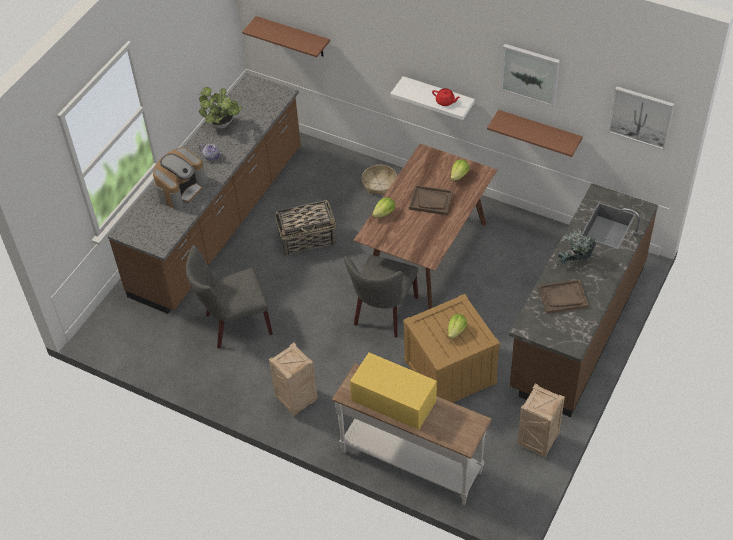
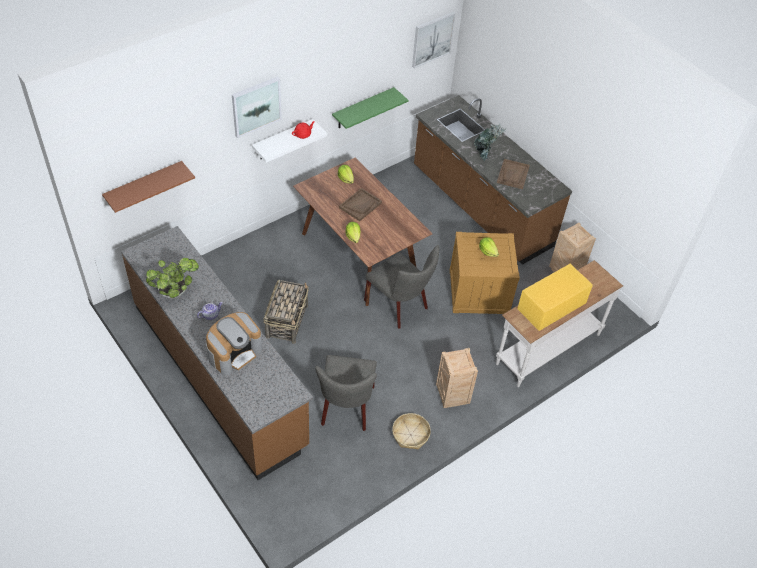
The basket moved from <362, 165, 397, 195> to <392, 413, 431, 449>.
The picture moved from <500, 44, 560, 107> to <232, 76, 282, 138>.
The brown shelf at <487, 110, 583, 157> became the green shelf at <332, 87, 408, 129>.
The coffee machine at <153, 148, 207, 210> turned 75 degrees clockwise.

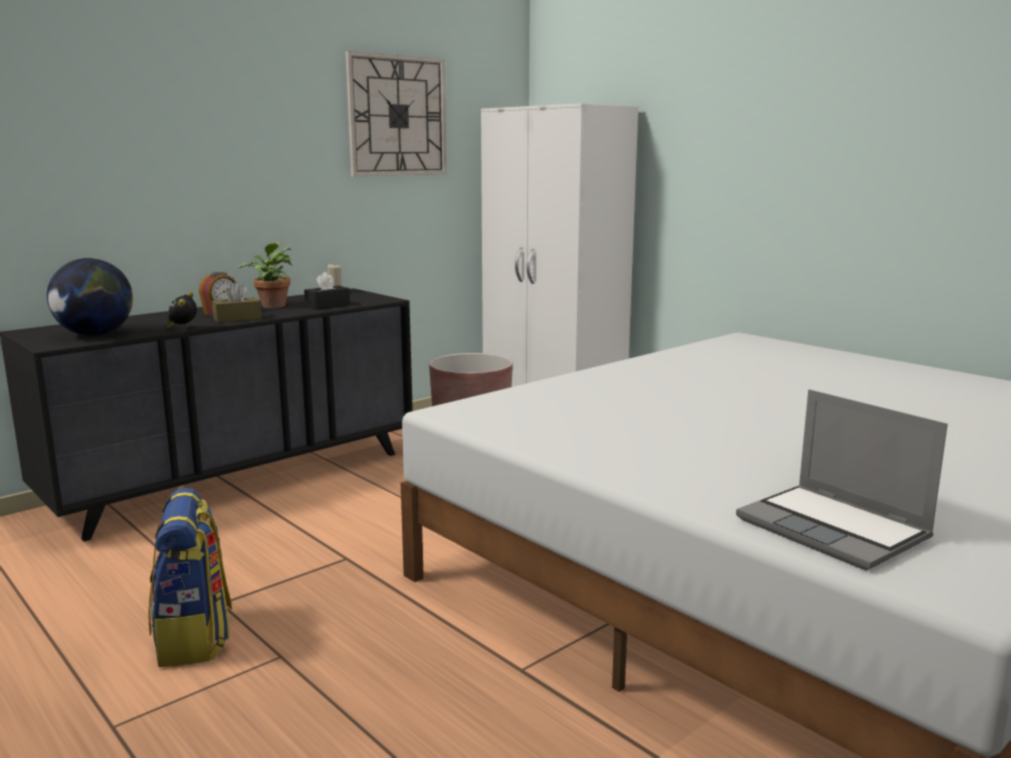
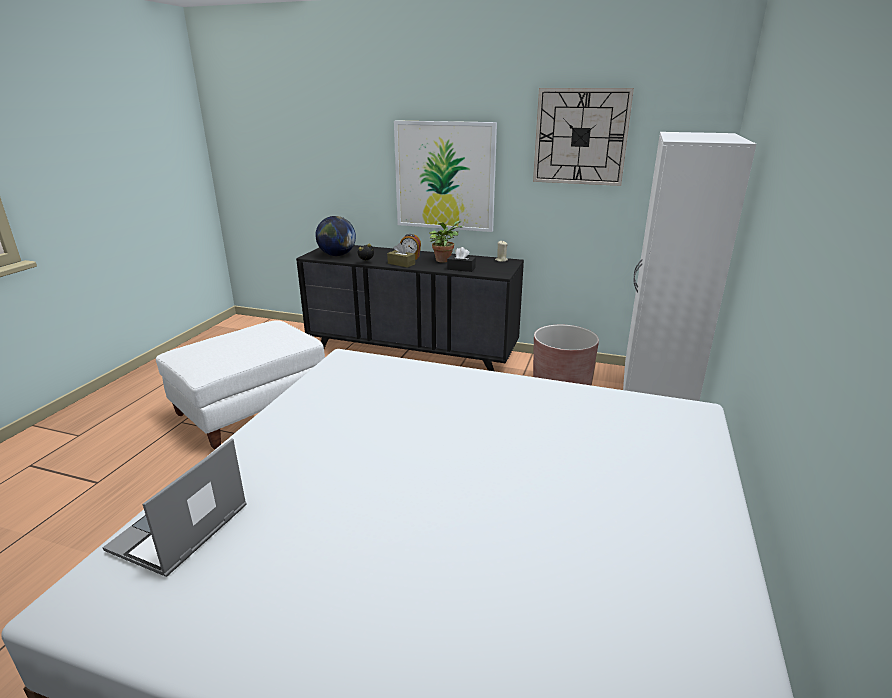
The picture at <394, 120, 497, 232> appeared.
The backpack at <148, 488, 232, 667> was replaced by the white ottoman at <156, 320, 325, 450>.

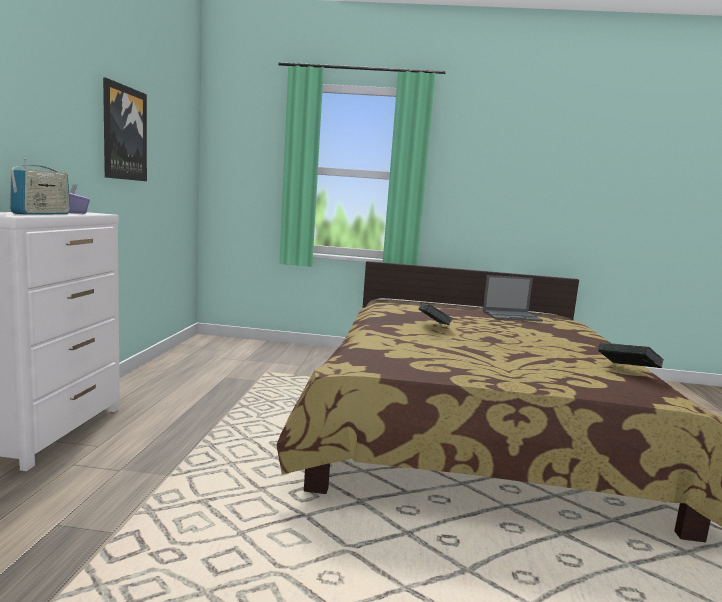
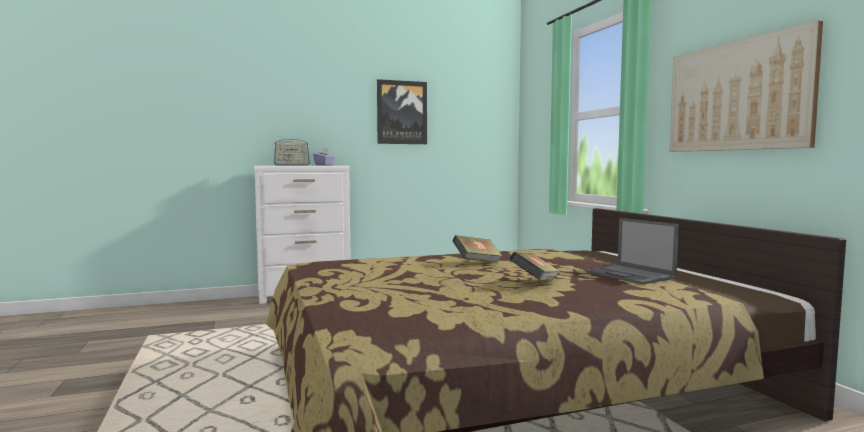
The picture at <670, 20, 823, 152> appeared.
The book moved from <598, 342, 664, 368> to <510, 252, 560, 280>.

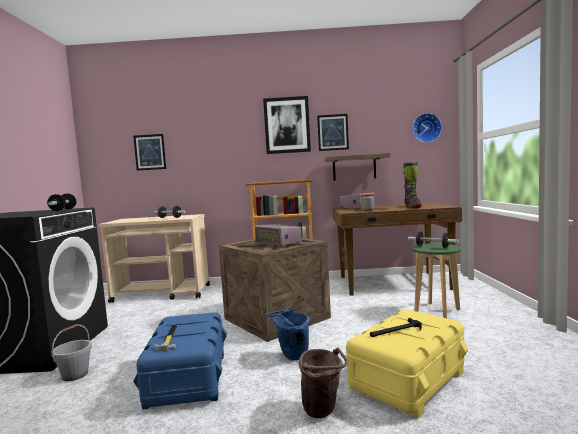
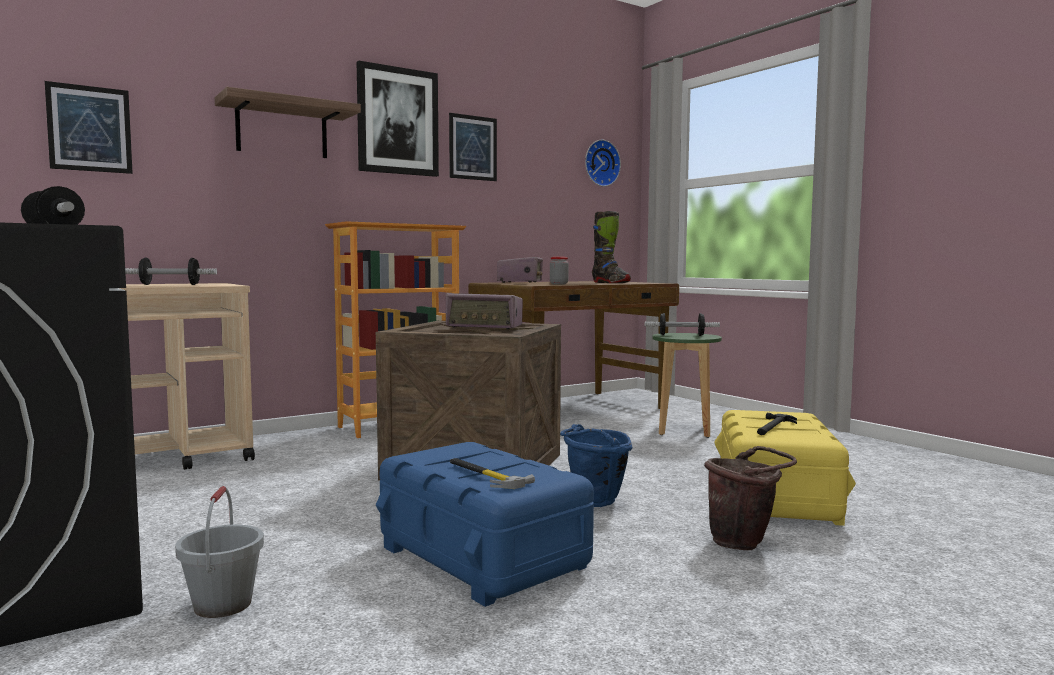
The shelf moved from <324, 153, 390, 181> to <215, 87, 361, 158>.

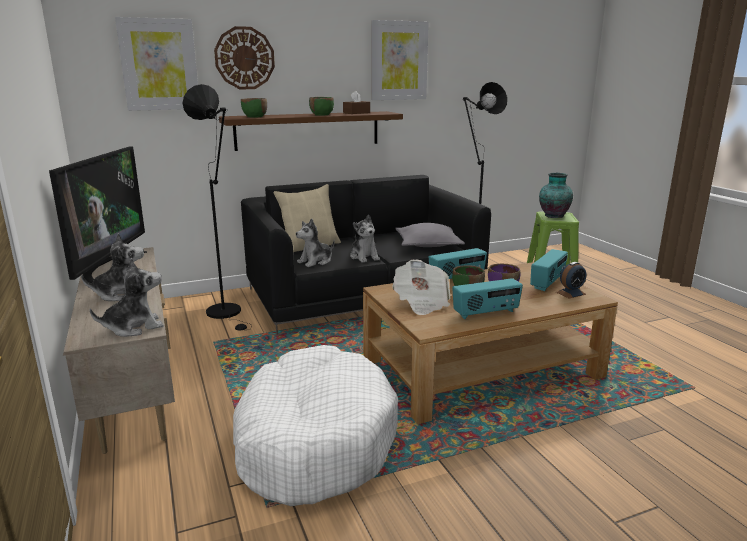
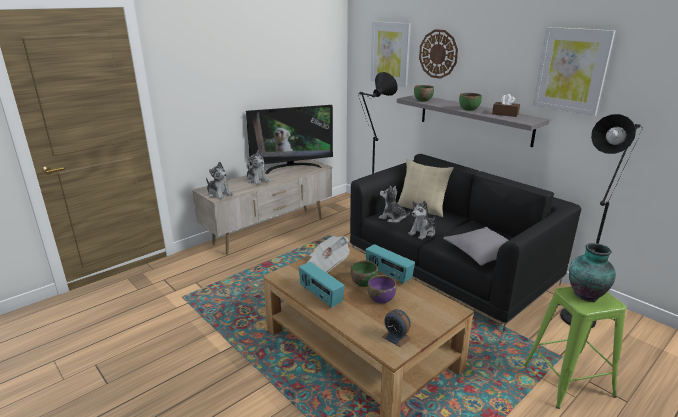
The white dog bed at <233, 345, 398, 506> disappeared.
The radio at <530, 249, 568, 291> disappeared.
The brown shelf at <219, 111, 403, 151> became the grey shelf at <397, 95, 550, 147>.

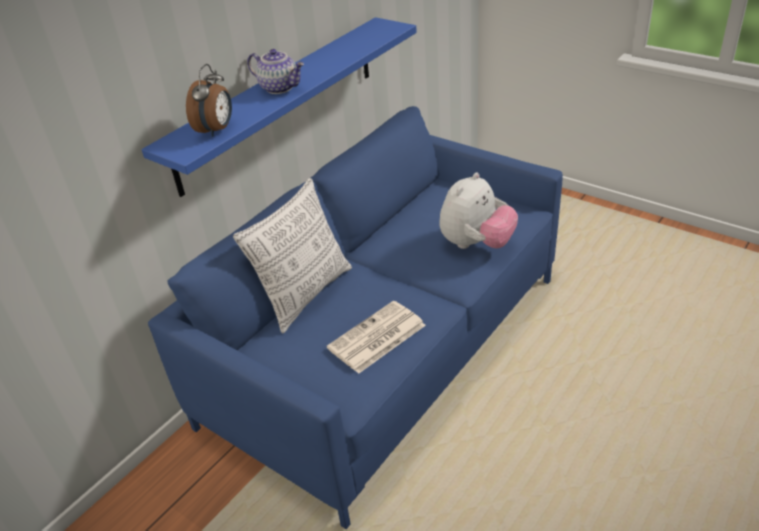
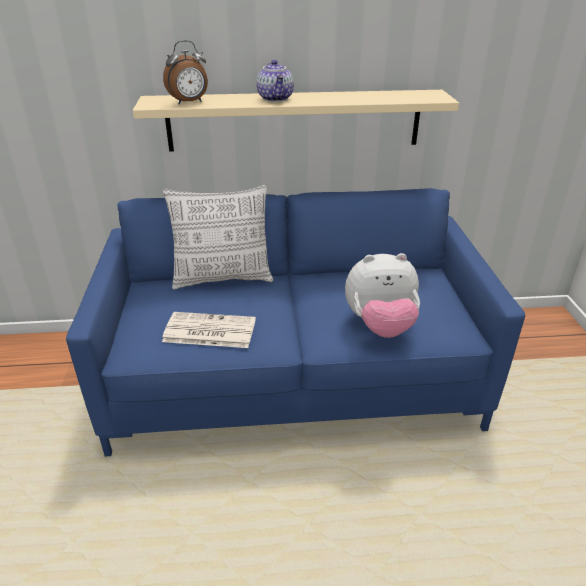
The blue shelf at <142, 17, 417, 197> became the beige shelf at <133, 90, 459, 152>.

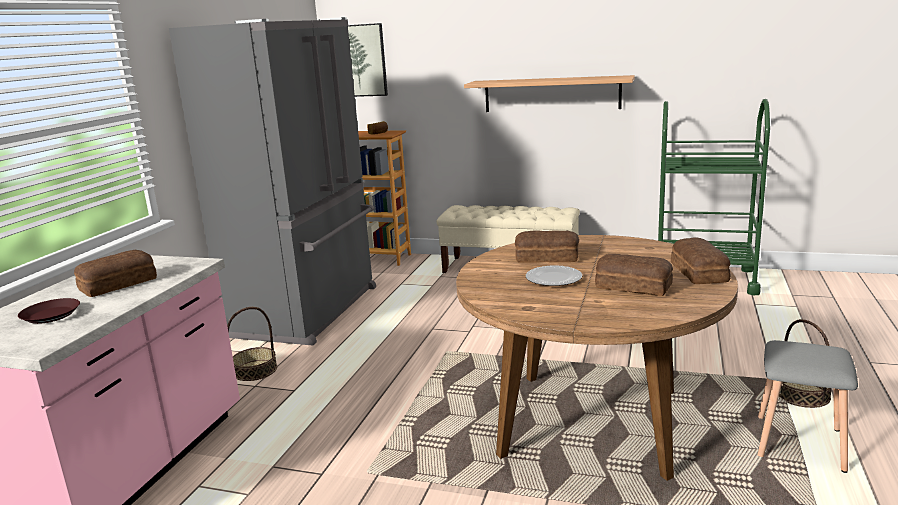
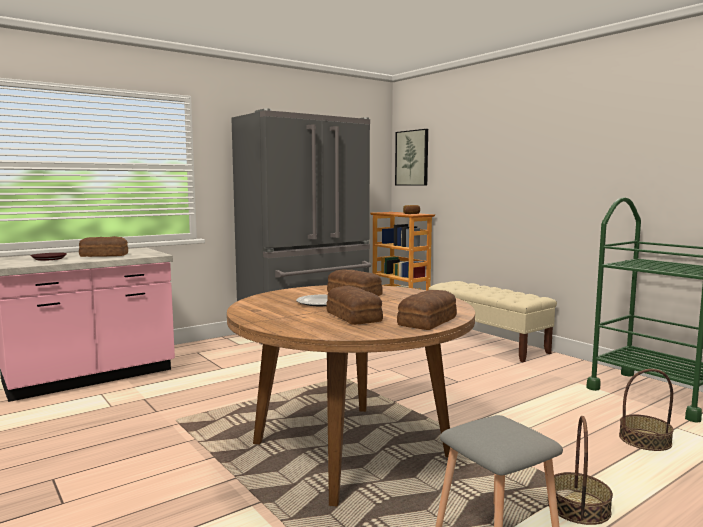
The shelf at <464, 75, 635, 112> disappeared.
The basket moved from <227, 307, 277, 381> to <619, 369, 674, 451>.

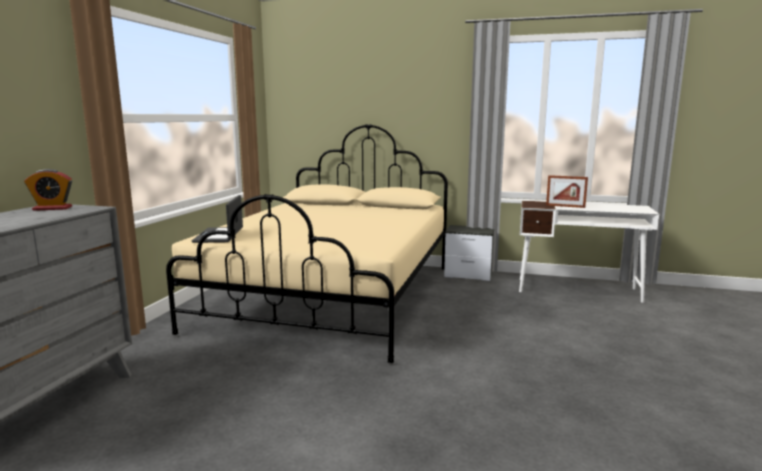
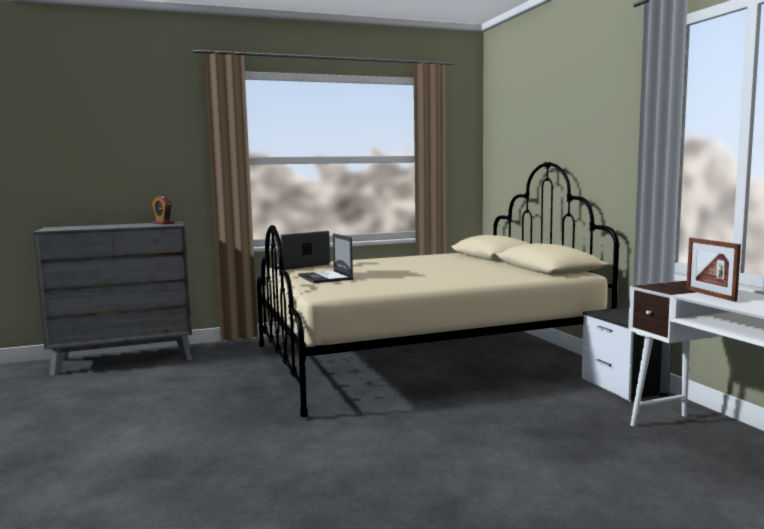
The laptop at <298, 233, 354, 283> appeared.

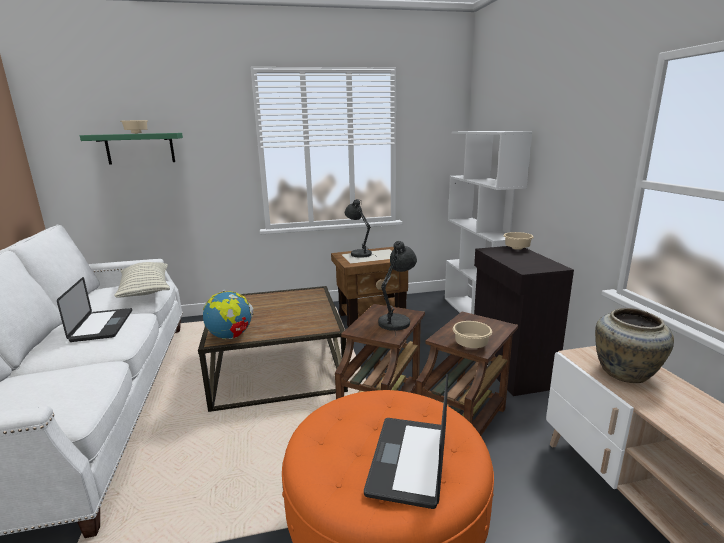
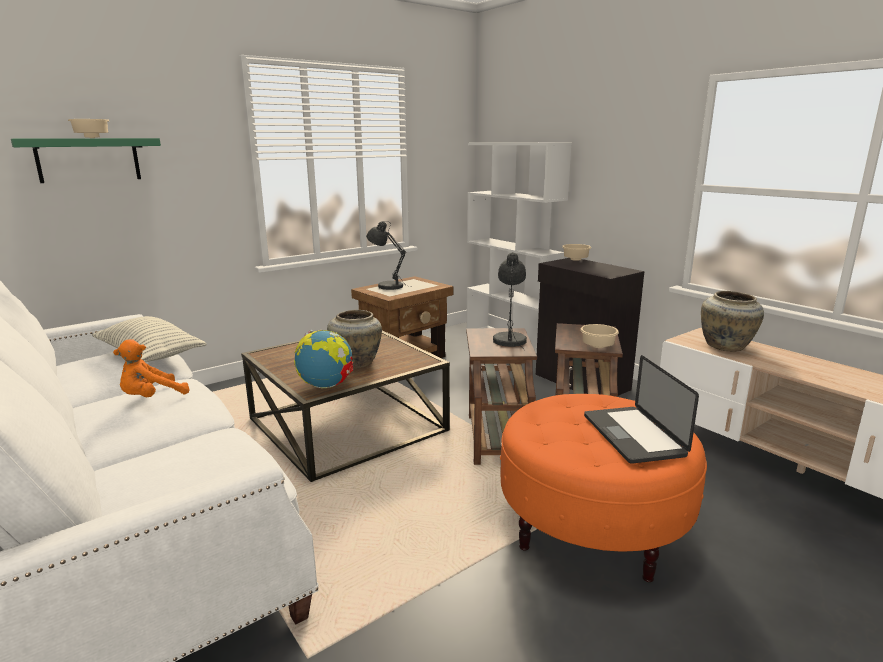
The beige vase at <327, 310, 382, 368> appeared.
The laptop at <57, 277, 132, 342> was replaced by the orange plush toy at <113, 339, 190, 397>.

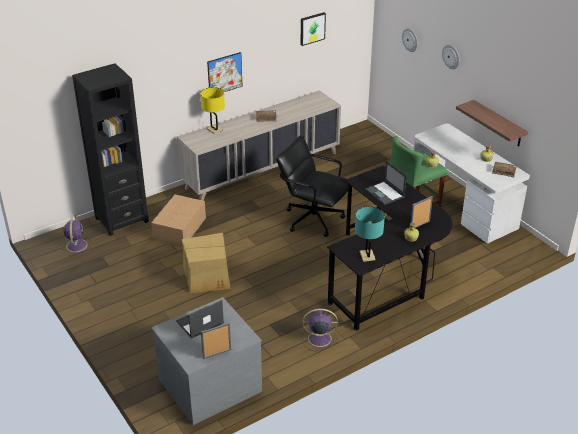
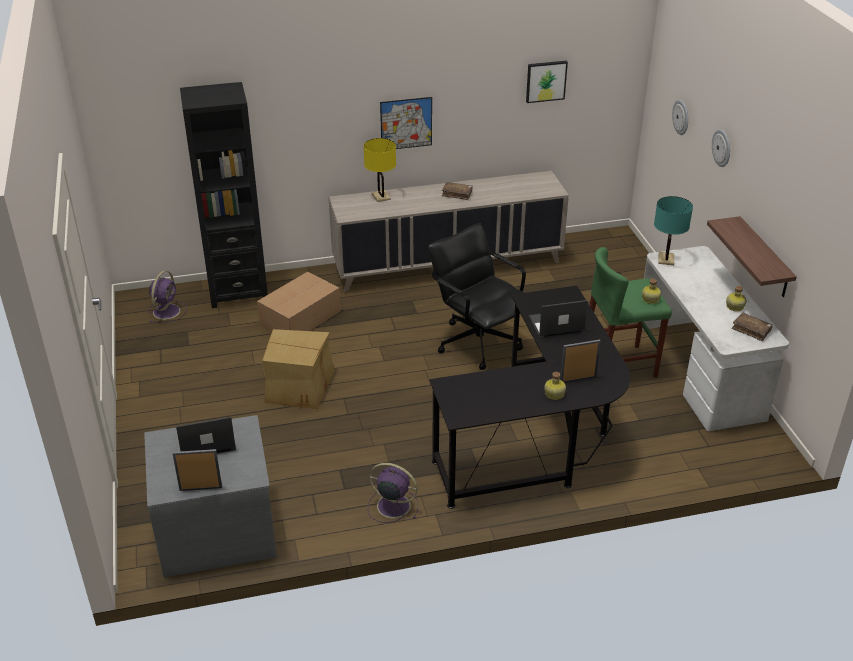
The turquoise table lamp moved from <355, 206, 385, 262> to <654, 196, 693, 265>.
The laptop at <365, 161, 406, 205> turned 90 degrees clockwise.

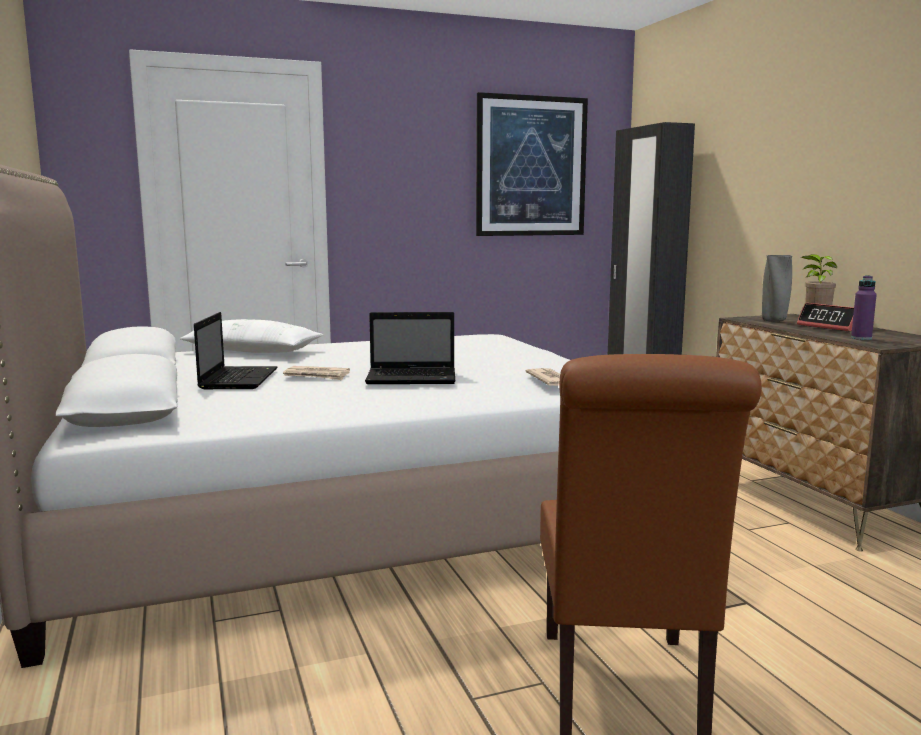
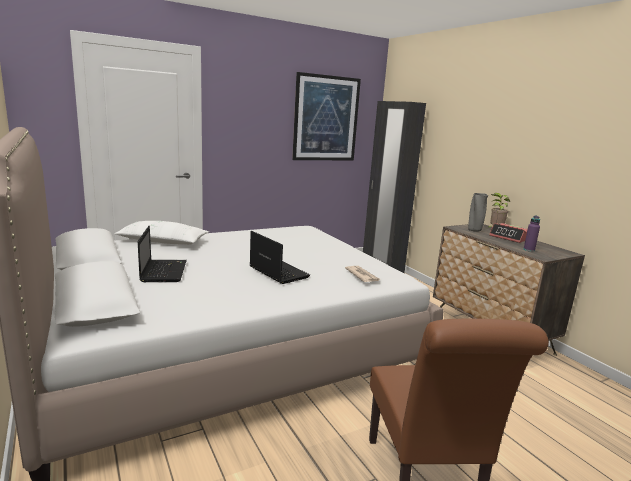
The newspaper at <283, 366, 350, 380> disappeared.
The laptop at <365, 312, 455, 384> turned 120 degrees counterclockwise.

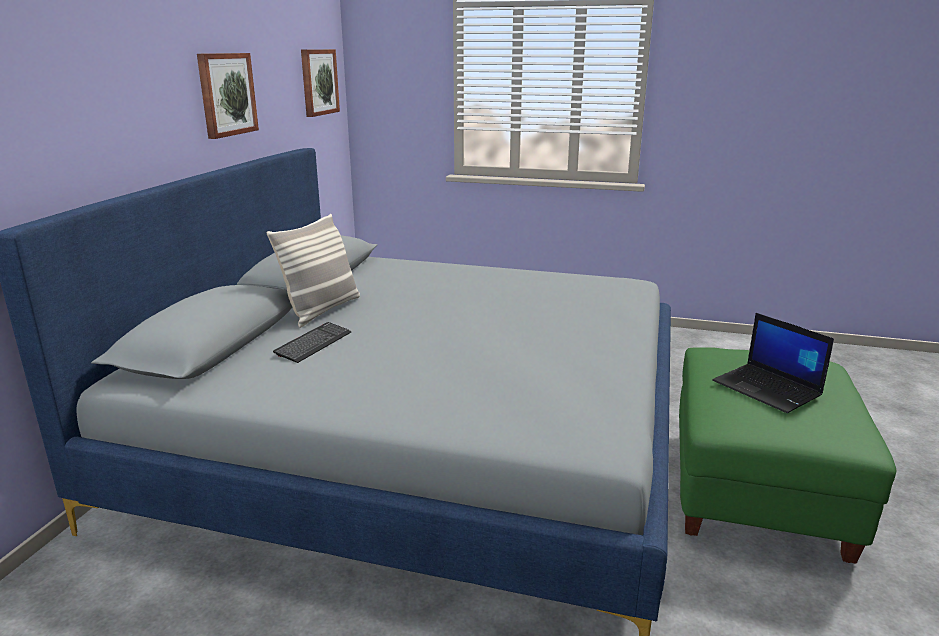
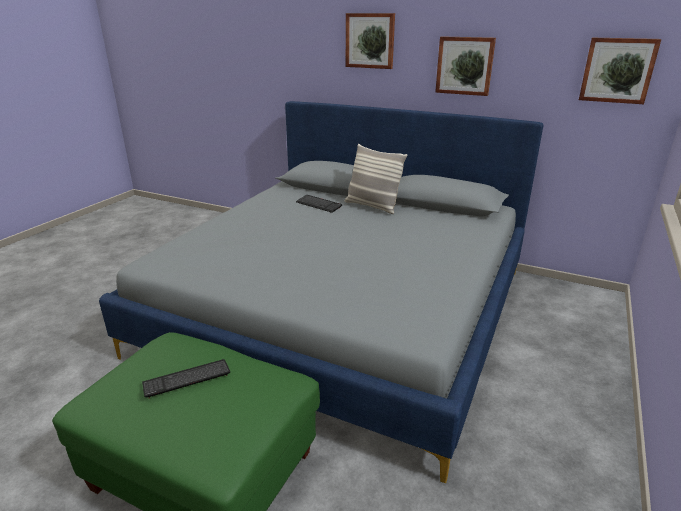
The picture at <346, 13, 395, 69> appeared.
The laptop at <712, 313, 834, 413> was replaced by the keyboard at <142, 359, 230, 398>.

